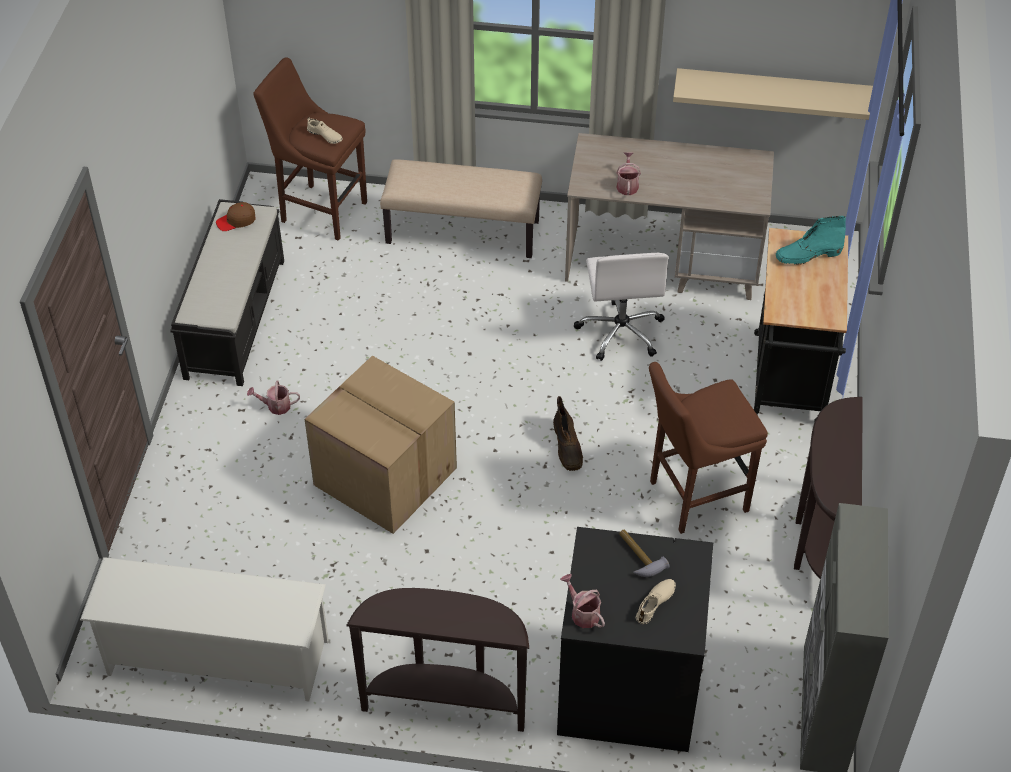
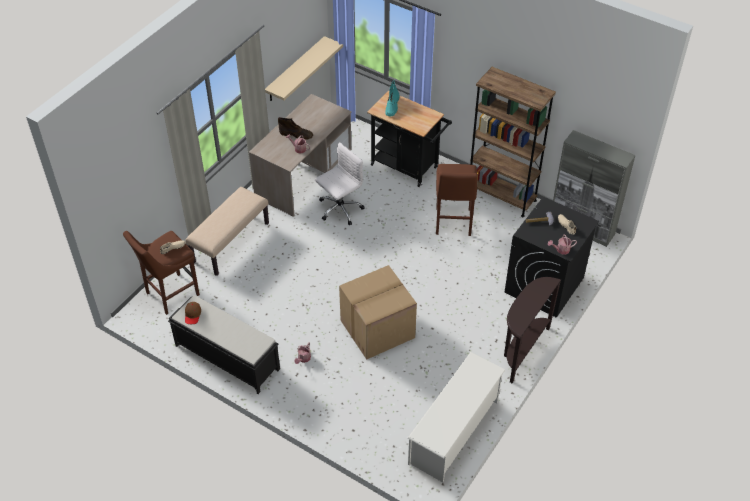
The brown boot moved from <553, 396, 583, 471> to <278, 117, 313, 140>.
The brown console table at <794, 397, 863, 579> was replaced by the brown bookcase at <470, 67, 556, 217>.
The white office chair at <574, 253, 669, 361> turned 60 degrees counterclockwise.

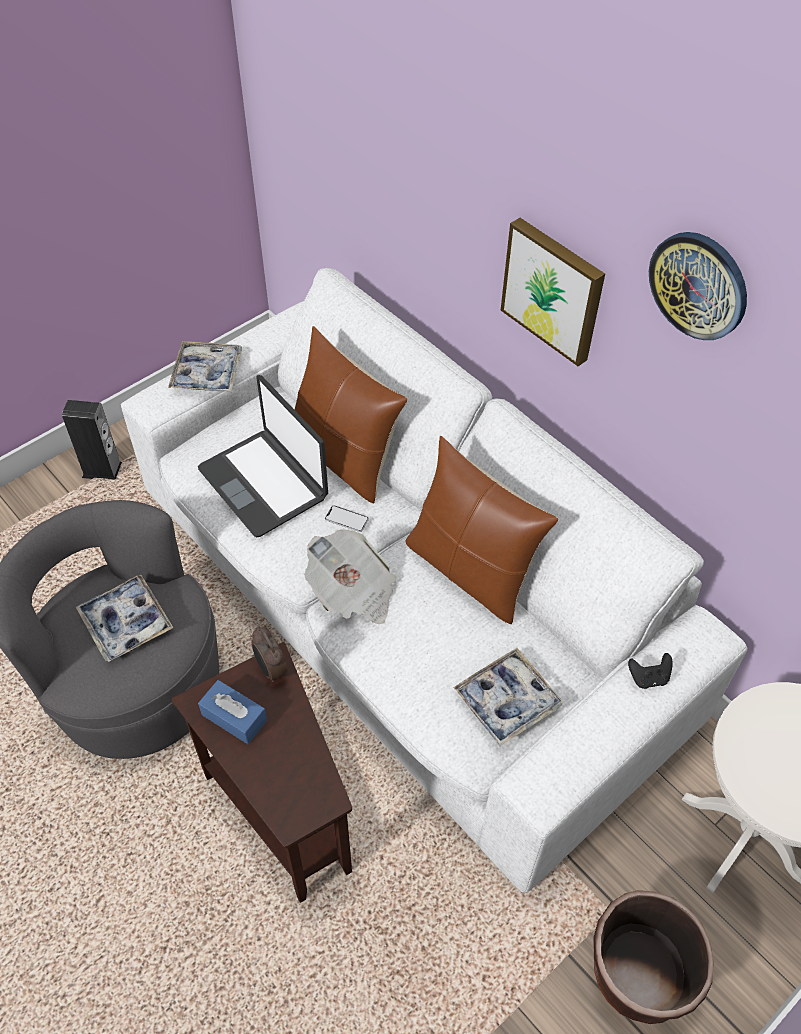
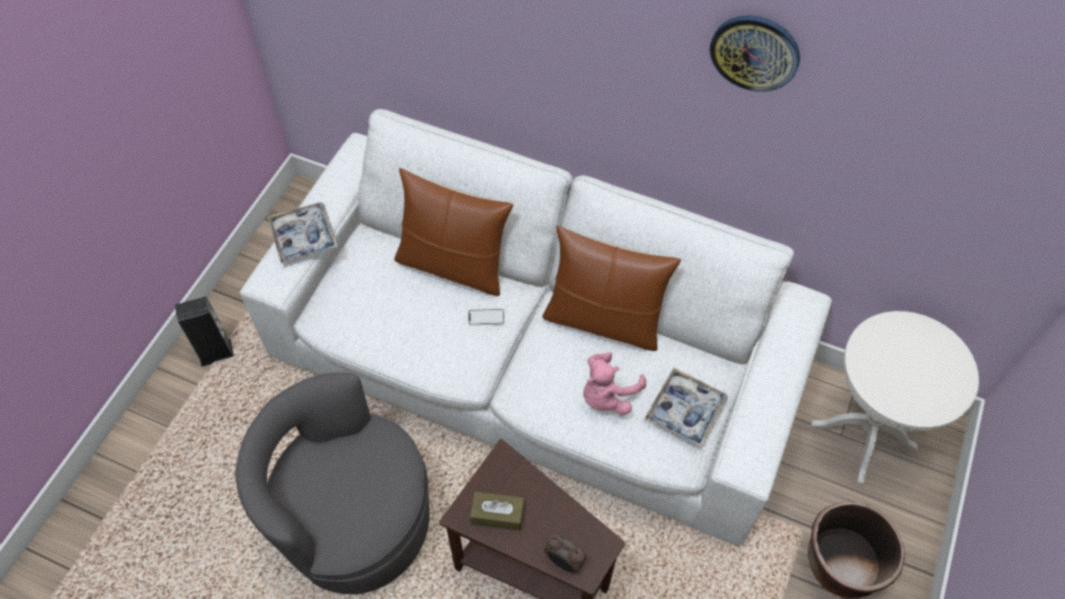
The tray at <76, 575, 173, 662> disappeared.
The laptop at <198, 375, 328, 537> disappeared.
The newspaper at <304, 529, 397, 624> disappeared.
The picture at <501, 218, 605, 366> disappeared.
The black game controller at <628, 653, 672, 689> disappeared.
The pink plush toy at <583, 352, 646, 415> appeared.
The alarm clock moved from <251, 626, 288, 682> to <544, 533, 586, 573>.
The blue tissue box at <198, 680, 267, 744> became the brown tissue box at <470, 491, 525, 531>.

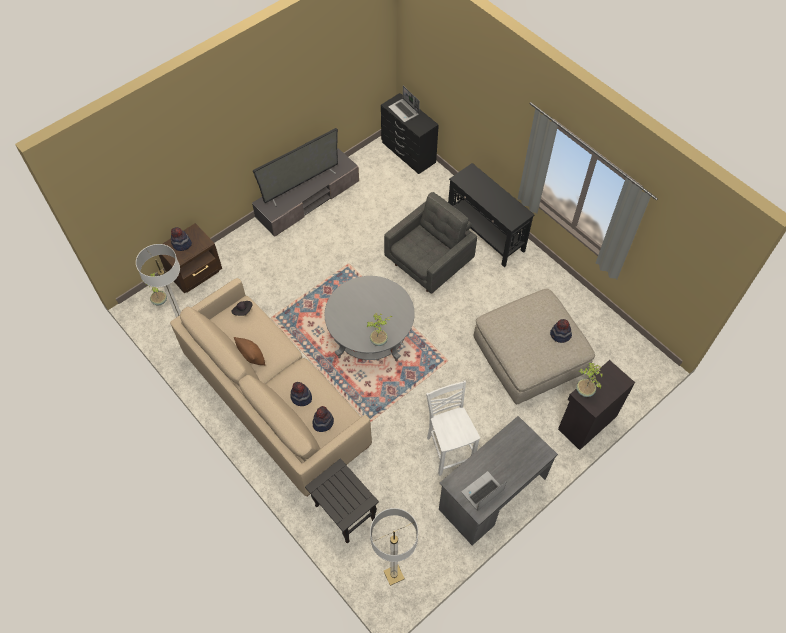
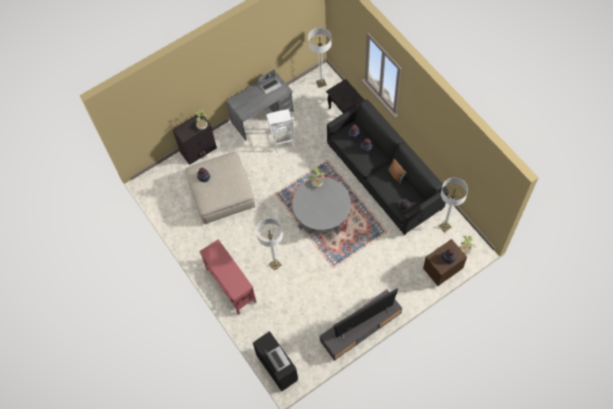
The grey armchair at <384, 192, 477, 294> was replaced by the floor lamp at <256, 218, 283, 271>.
The beige sofa at <170, 278, 372, 496> became the black sofa at <327, 99, 449, 235>.
The black console table at <448, 163, 535, 267> became the red console table at <199, 239, 257, 314>.

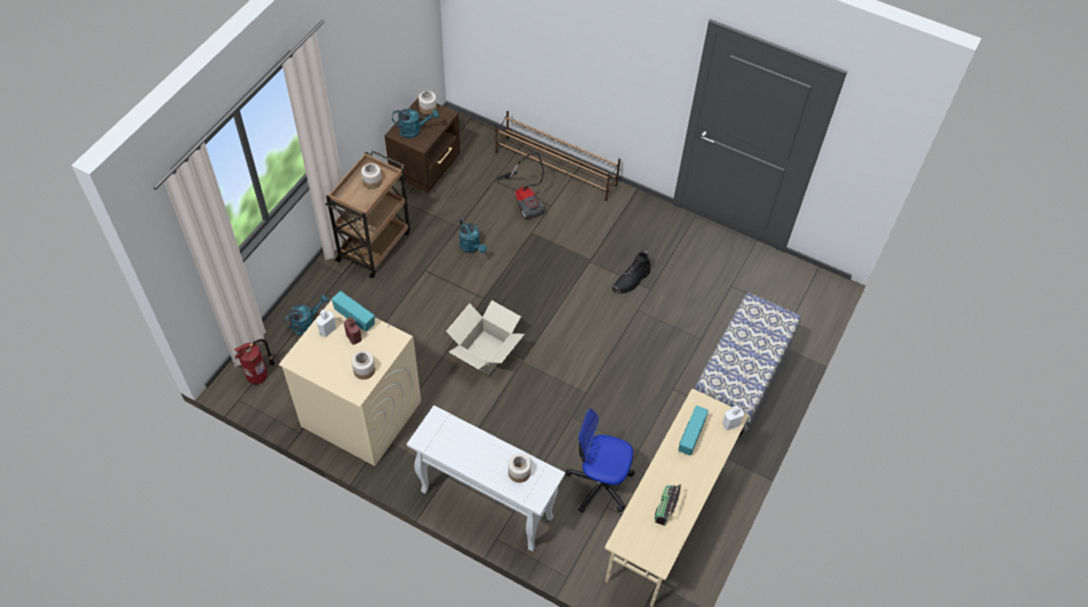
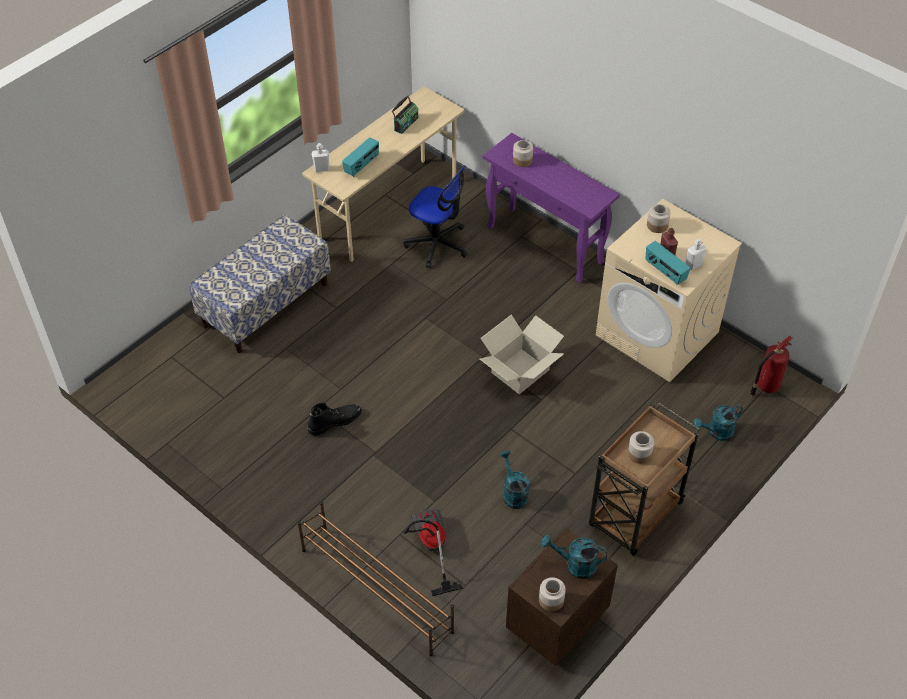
The white console table at <407, 405, 565, 552> became the purple console table at <483, 133, 620, 283>.

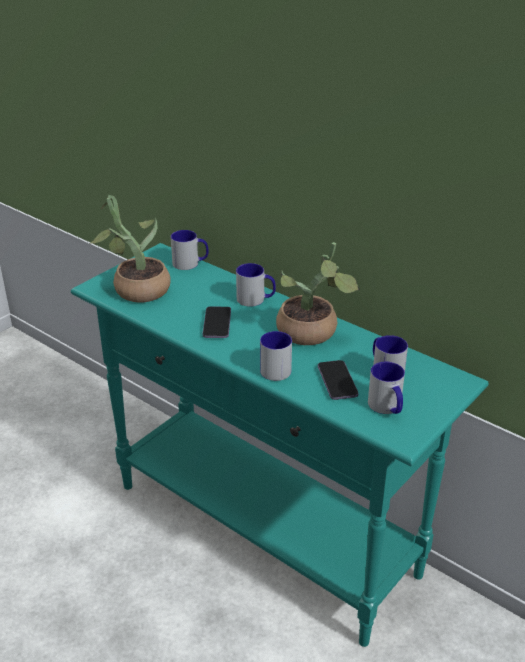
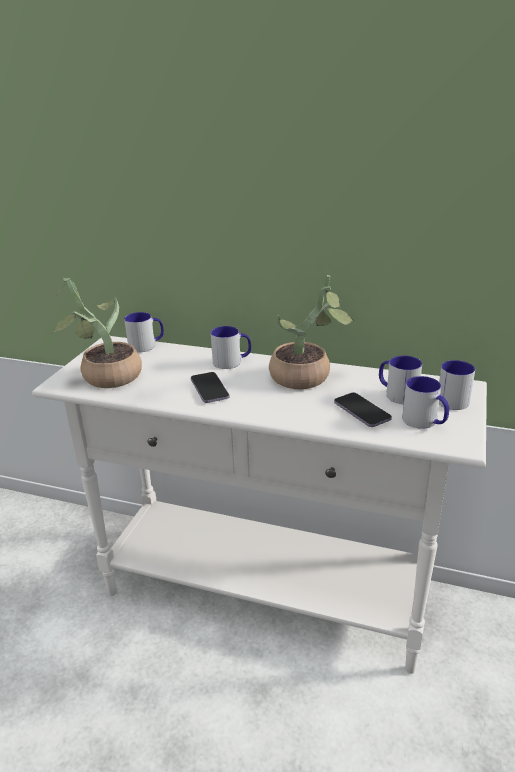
The mug moved from <260, 331, 292, 381> to <439, 360, 475, 410>.
The turquoise console table at <71, 243, 489, 647> became the white console table at <32, 336, 487, 674>.

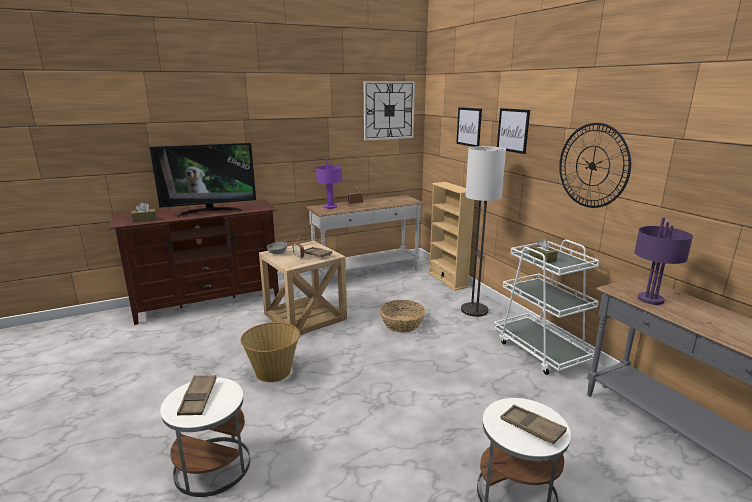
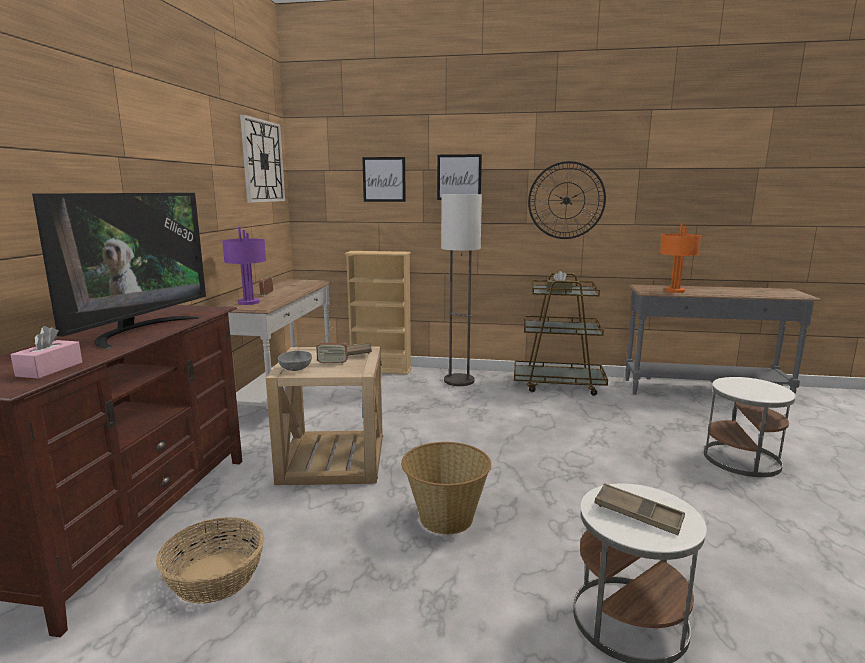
The brown tray at <501, 405, 567, 444> disappeared.
The basket moved from <380, 300, 426, 333> to <156, 517, 264, 604>.
The brown tissue box at <131, 202, 157, 223> became the pink tissue box at <11, 326, 82, 379>.
The white cart at <493, 239, 600, 375> became the brown cart at <514, 273, 608, 396>.
The purple table lamp at <634, 217, 693, 305> became the orange table lamp at <660, 223, 701, 293>.

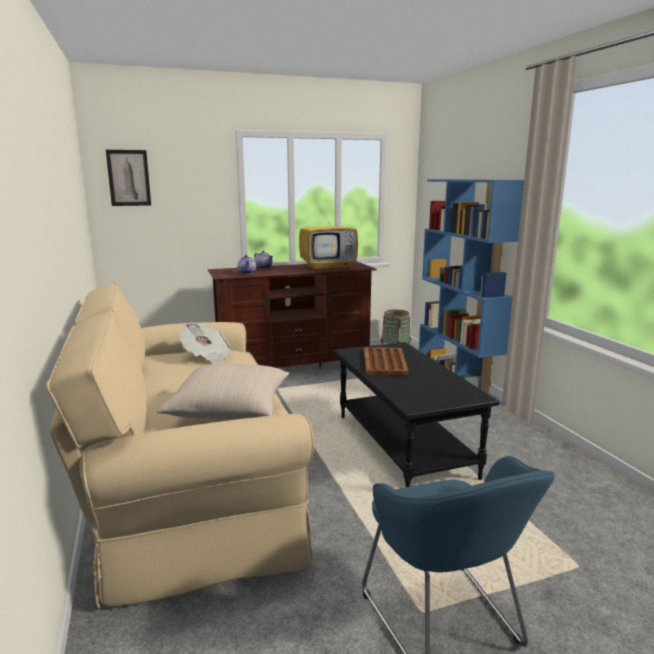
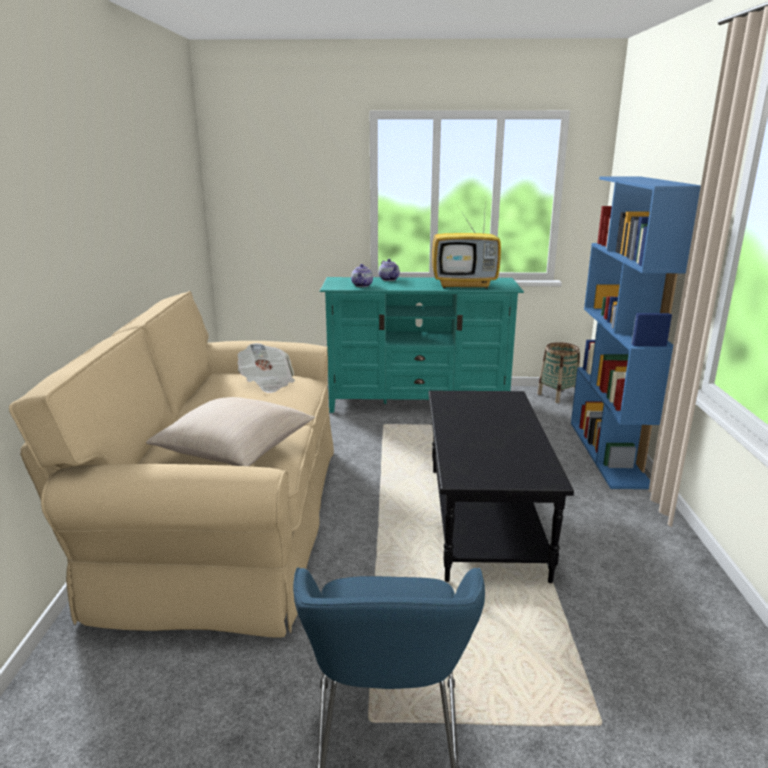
The picture at <106, 150, 151, 206> disappeared.
The brown tray at <364, 347, 409, 375> disappeared.
The brown tv stand at <208, 261, 377, 368> became the turquoise tv stand at <320, 277, 524, 413>.

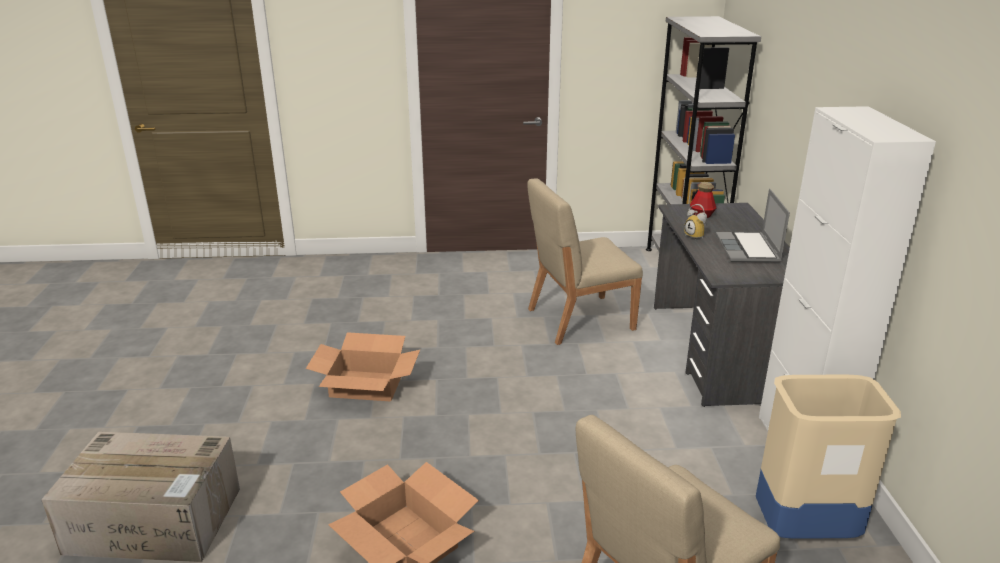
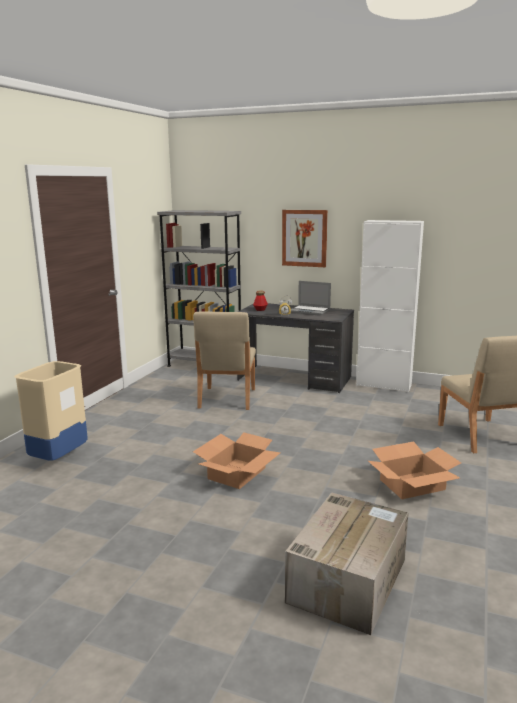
The picture at <282, 210, 328, 267> appeared.
The beige trash can moved from <756, 375, 901, 539> to <14, 361, 88, 461>.

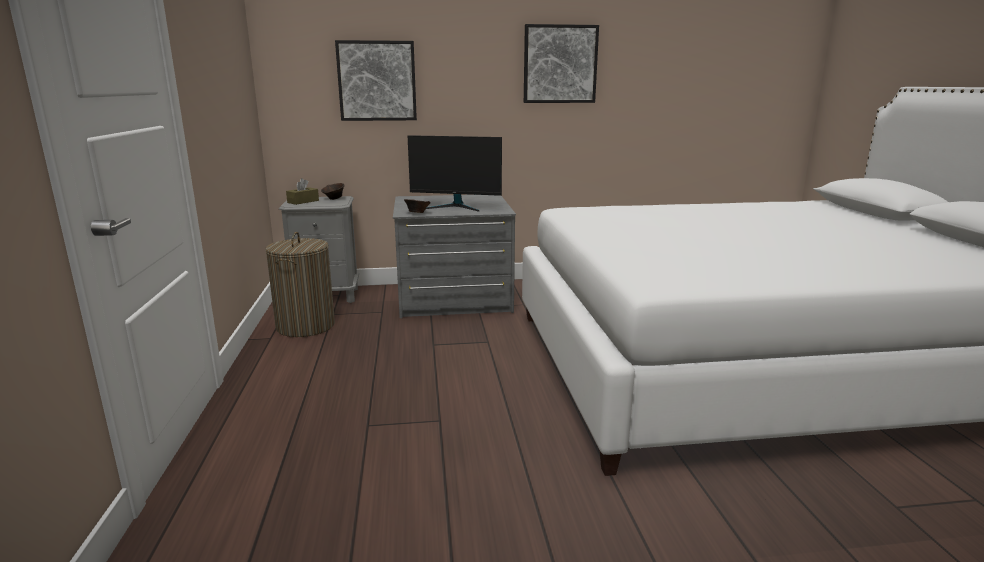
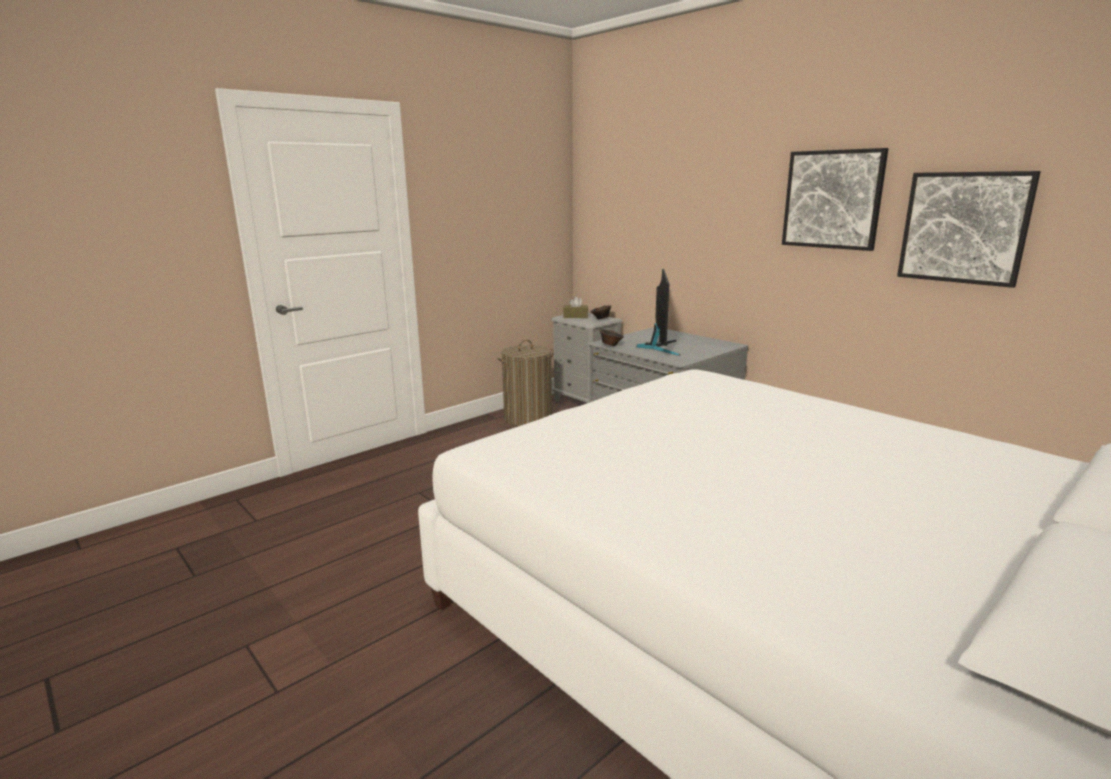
The picture moved from <335, 40, 417, 121> to <897, 171, 1041, 288>.
The monitor at <408, 135, 502, 212> turned 150 degrees counterclockwise.

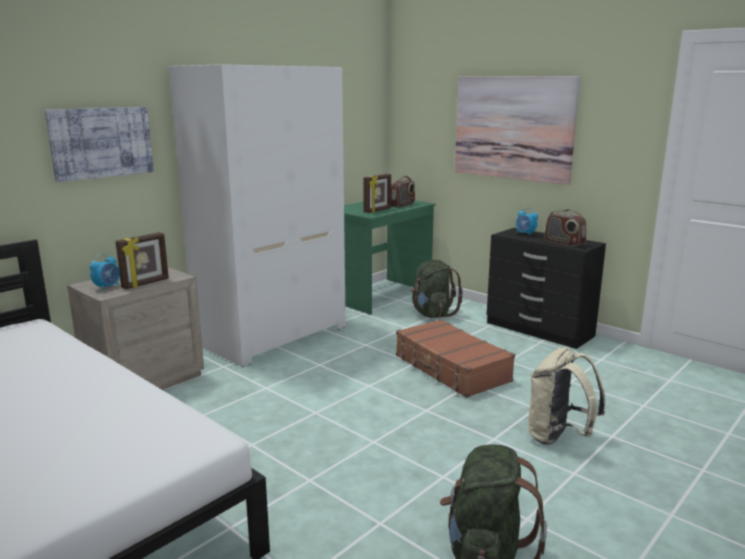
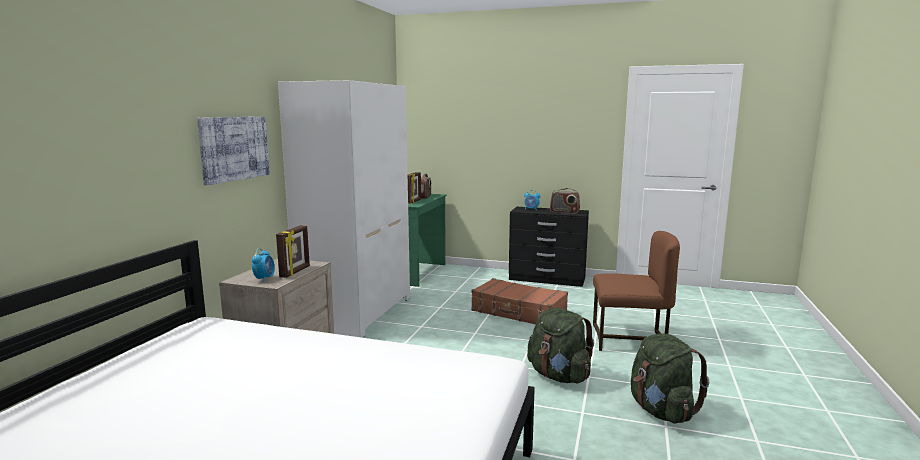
The picture at <455, 76, 580, 185> disappeared.
The green backpack moved from <410, 260, 463, 318> to <527, 308, 594, 383>.
The beige backpack at <528, 347, 605, 445> was replaced by the brown chair at <593, 231, 680, 351>.

